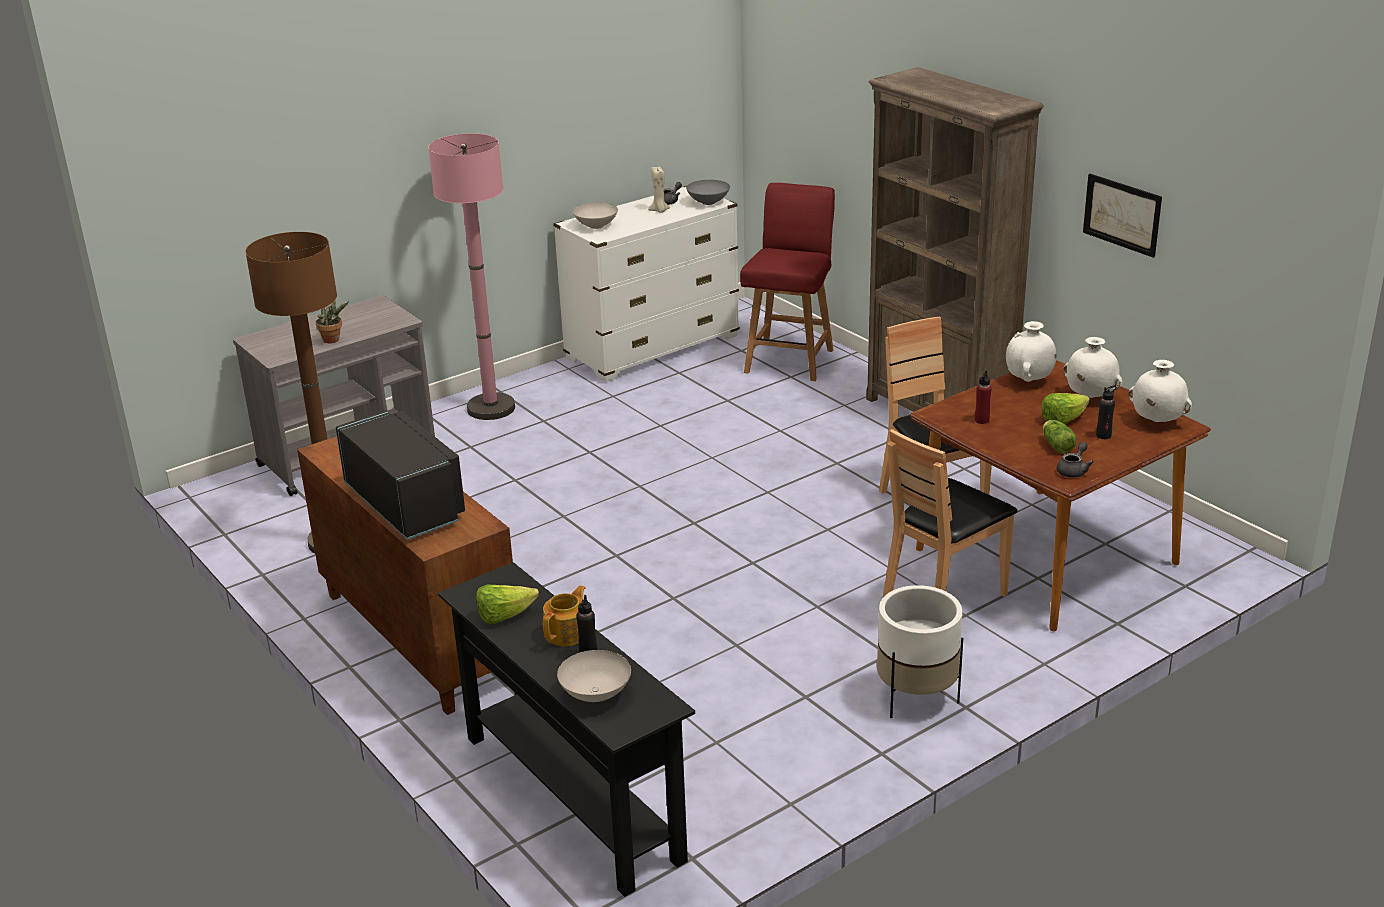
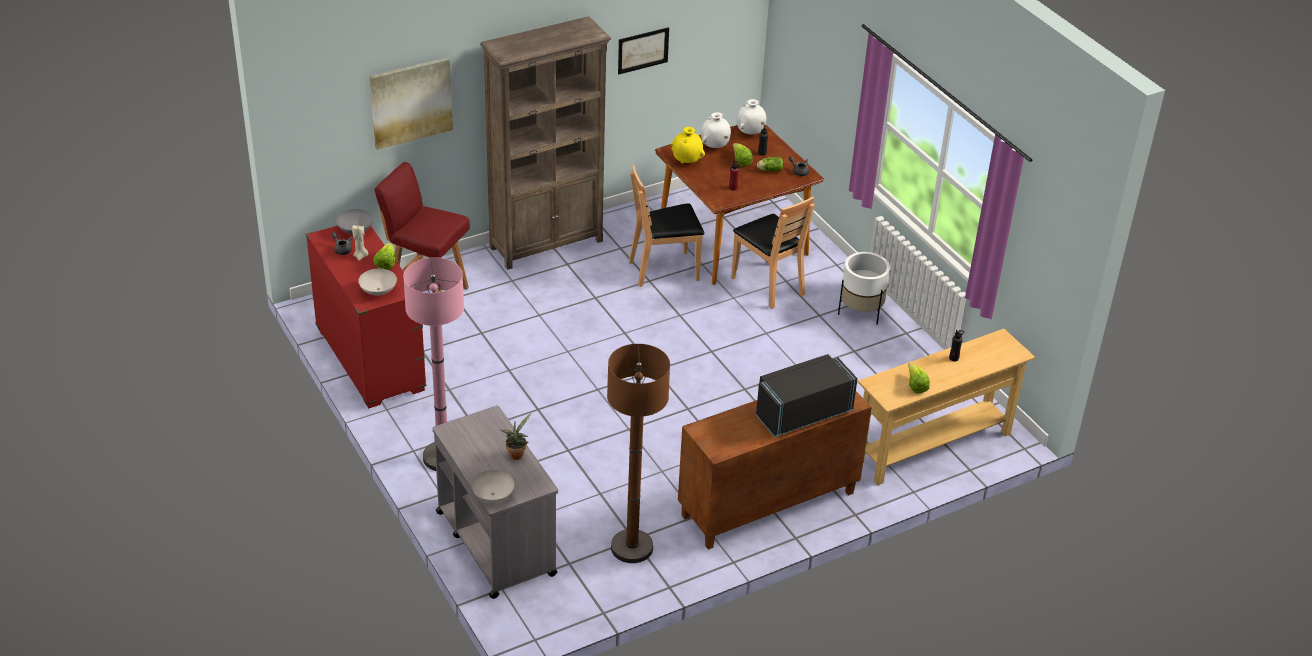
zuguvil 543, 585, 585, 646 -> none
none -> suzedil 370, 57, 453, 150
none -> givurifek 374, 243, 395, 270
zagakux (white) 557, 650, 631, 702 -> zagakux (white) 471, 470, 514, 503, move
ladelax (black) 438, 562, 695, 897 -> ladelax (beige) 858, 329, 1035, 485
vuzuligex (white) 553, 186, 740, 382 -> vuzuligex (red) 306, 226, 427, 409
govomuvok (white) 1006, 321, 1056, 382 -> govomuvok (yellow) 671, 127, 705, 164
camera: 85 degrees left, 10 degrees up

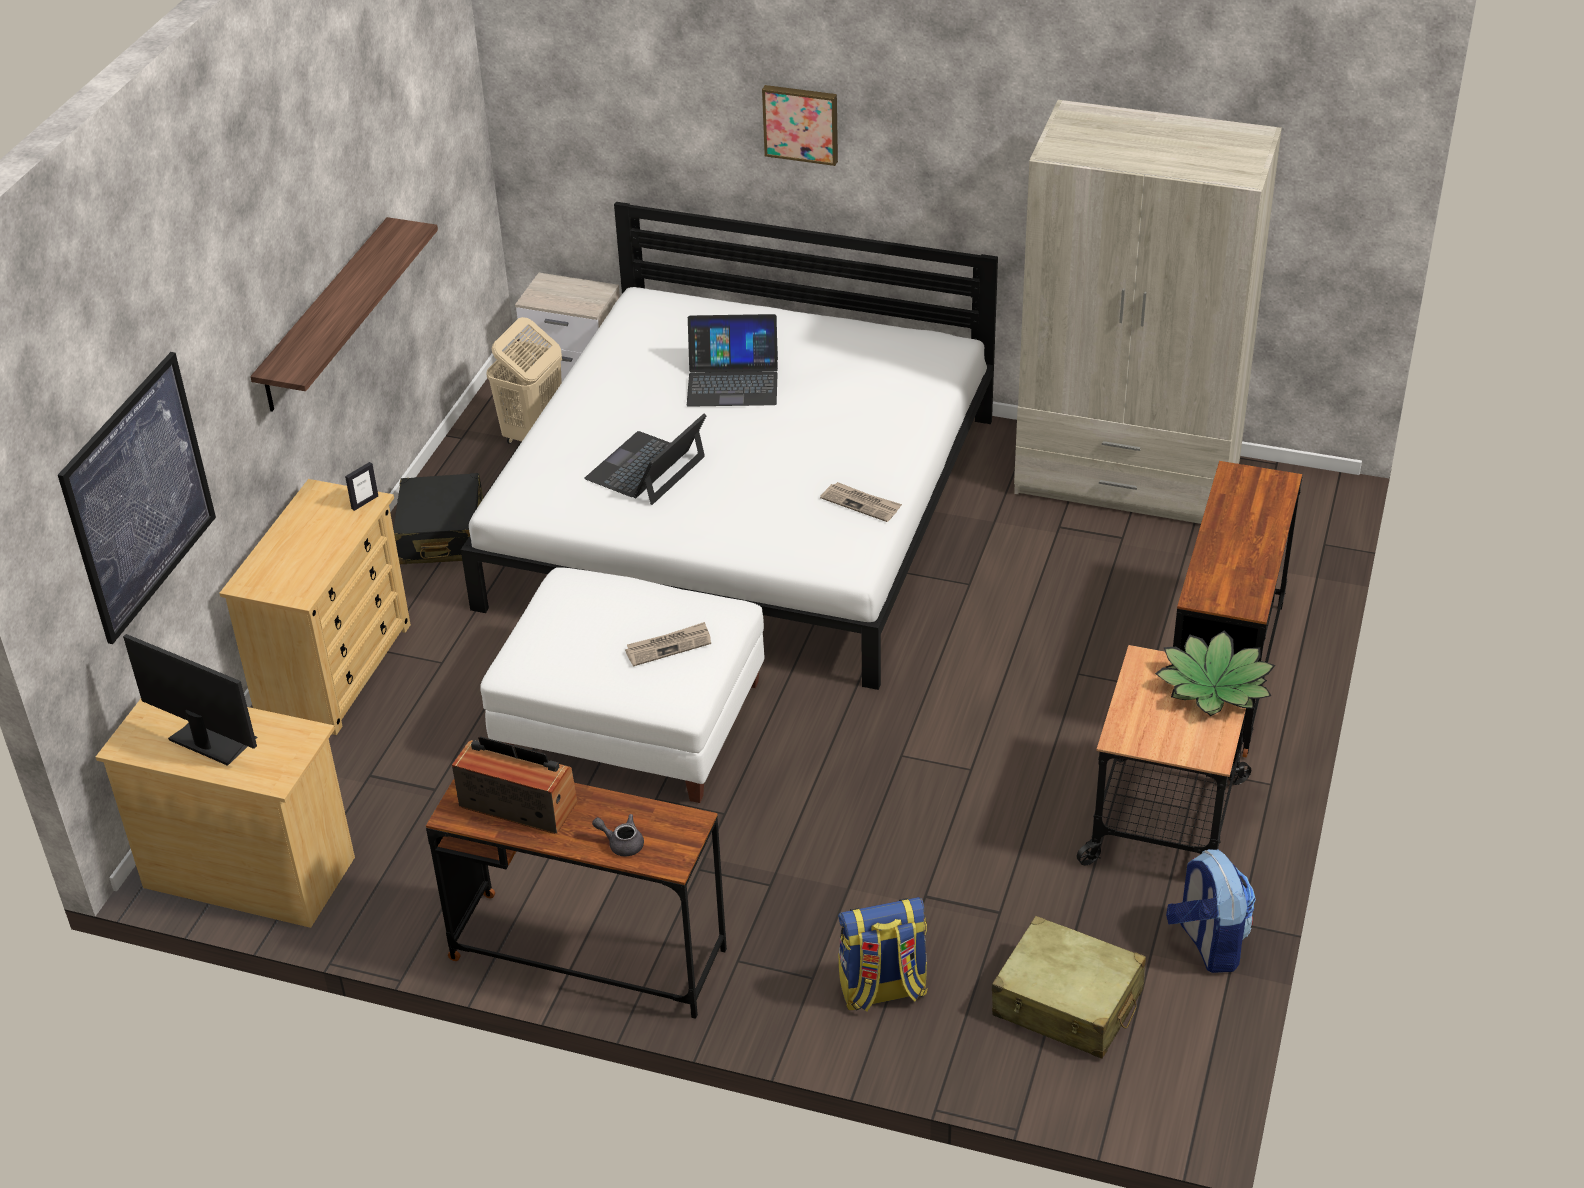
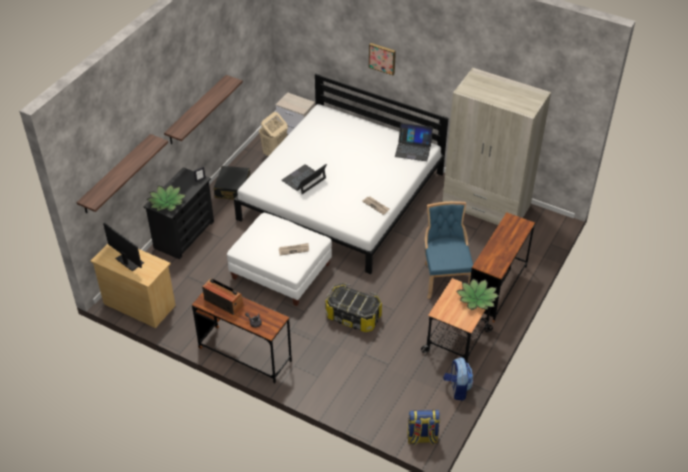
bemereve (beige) 992, 916, 1146, 1059 -> none
none -> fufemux 147, 184, 187, 212
none -> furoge 325, 283, 382, 332
none -> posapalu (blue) 425, 201, 473, 299
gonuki 687, 314, 778, 407 -> gonuki 395, 123, 433, 161, move
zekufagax 838, 897, 928, 1012 -> zekufagax 407, 410, 440, 446, move
suzedil 58, 352, 216, 644 -> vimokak 76, 134, 168, 214
vuzuligex (beige) 219, 479, 411, 735 -> vuzuligex (black) 144, 167, 214, 260
camera: 10 degrees right, 5 degrees up

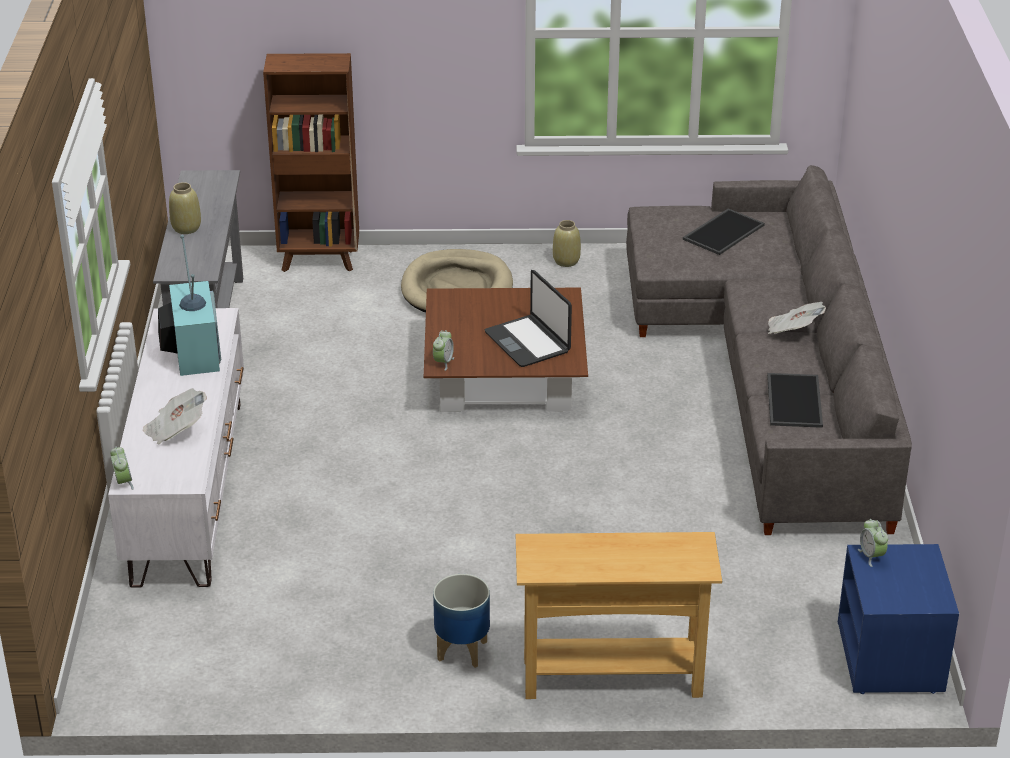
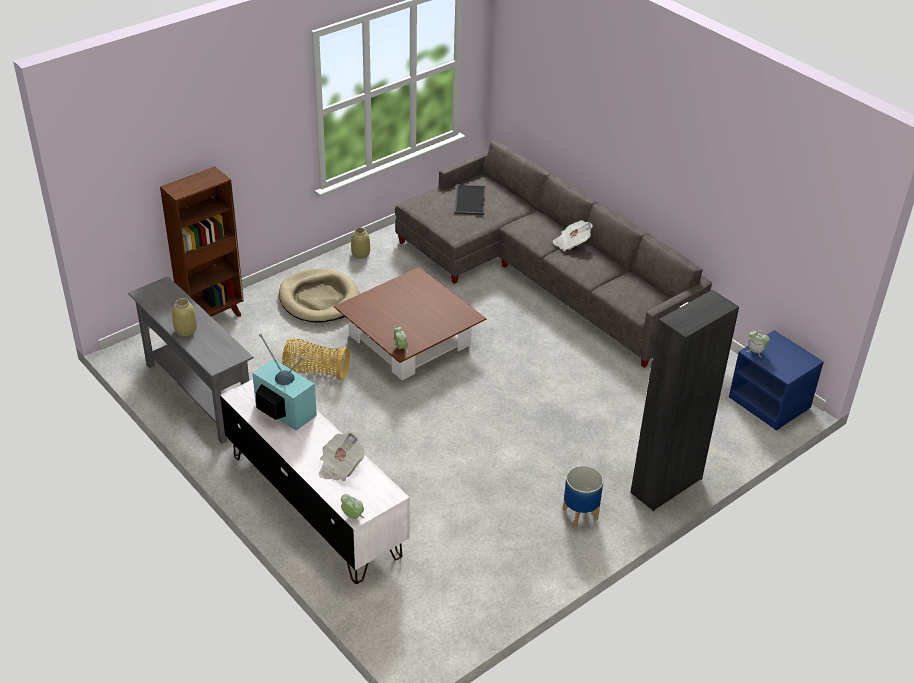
gonuki 485, 270, 572, 367 -> none
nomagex 767, 373, 823, 428 -> none
none -> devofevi 282, 339, 350, 381
ladelax (beige) 516, 532, 722, 699 -> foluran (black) 630, 290, 739, 511
camera: 40 degrees left, 5 degrees up

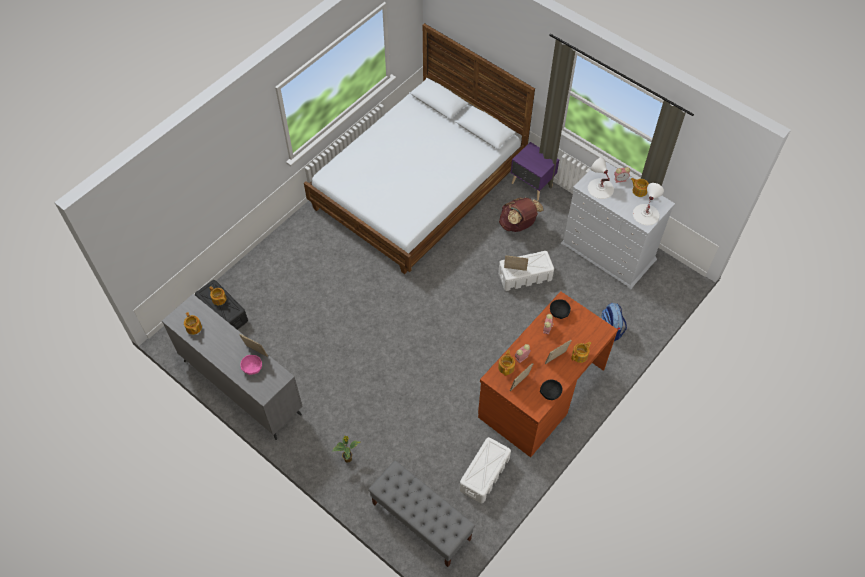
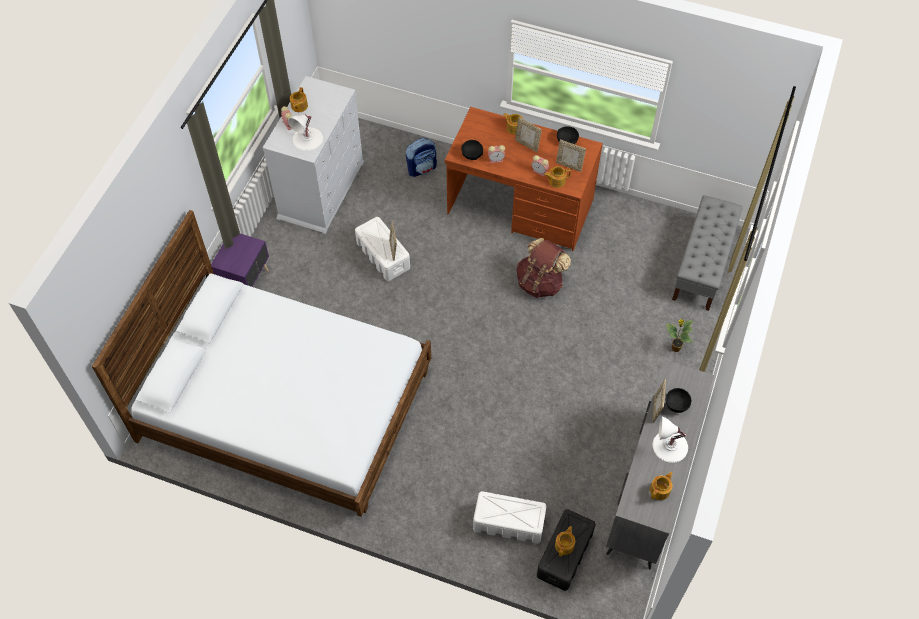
furoge (white) 459, 437, 511, 503 -> furoge (white) 473, 491, 547, 544, move
zekufagax (brown) 499, 197, 543, 232 -> zekufagax (brown) 516, 238, 571, 298, move
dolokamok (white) 633, 183, 664, 225 -> dolokamok (white) 653, 417, 688, 463, move
zagakux (pink) 240, 355, 262, 375 -> zagakux (black) 666, 388, 691, 413
camera: 110 degrees left, 0 degrees up

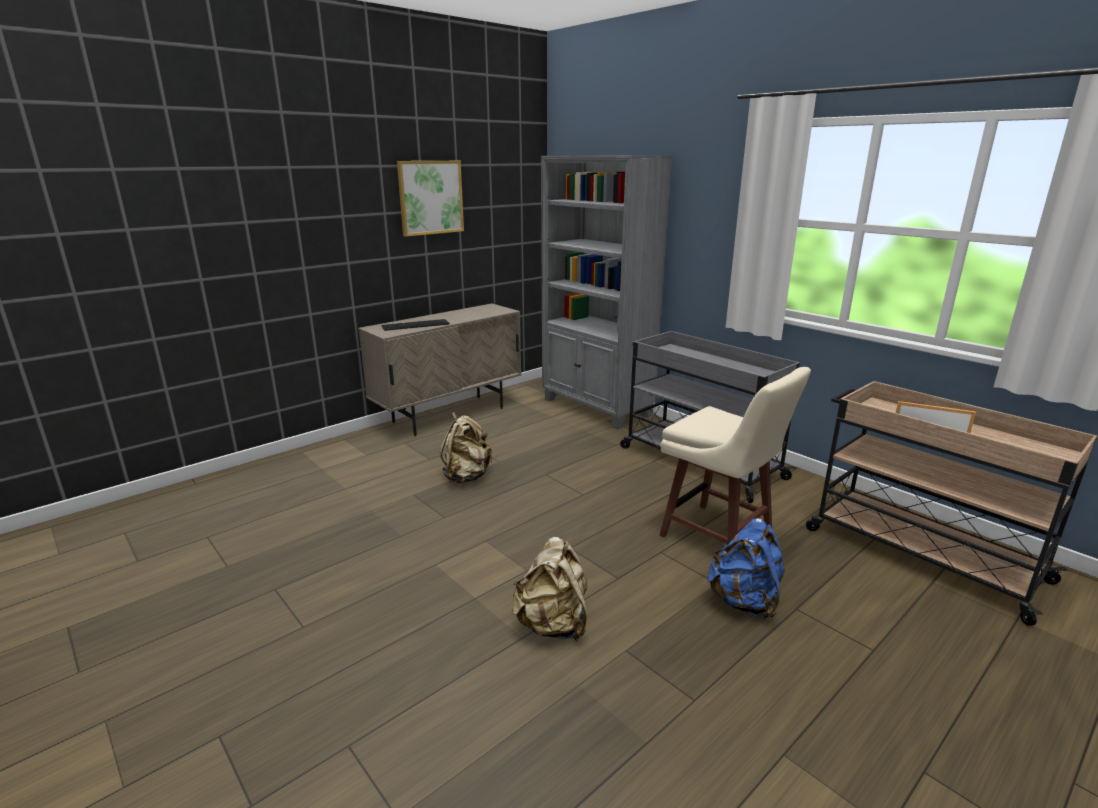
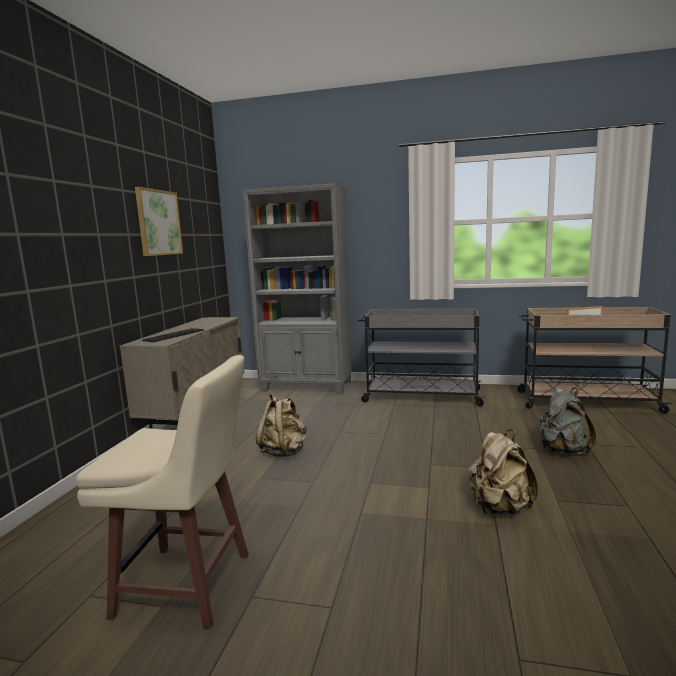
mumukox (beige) 660, 367, 811, 545 -> mumukox (beige) 76, 355, 249, 629, move
zekufagax (blue) 707, 518, 784, 620 -> zekufagax (grey) 539, 387, 596, 454
camera: 35 degrees left, 10 degrees down

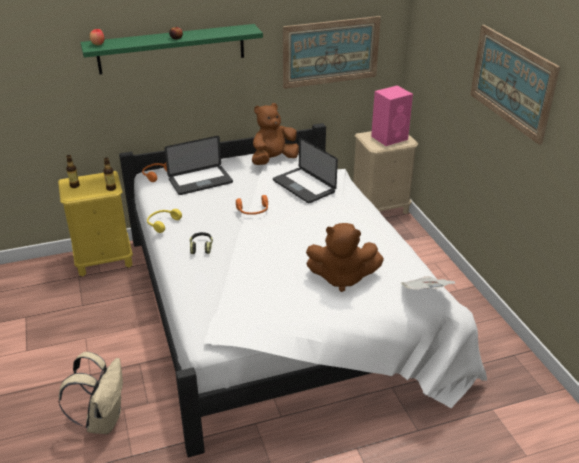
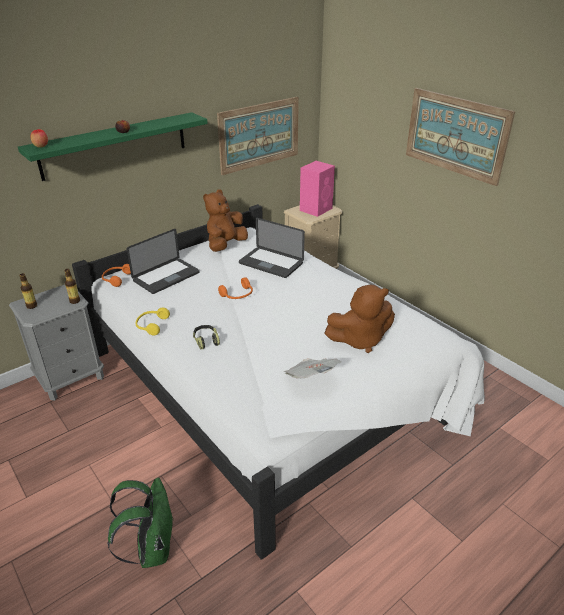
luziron 401, 276, 455, 290 -> luziron 284, 358, 342, 378, move
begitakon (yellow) 58, 171, 133, 276 -> begitakon (grey) 9, 285, 104, 400
zekufagax (beige) 59, 352, 123, 434 -> zekufagax (green) 107, 478, 174, 568
camera: 20 degrees left, 0 degrees up

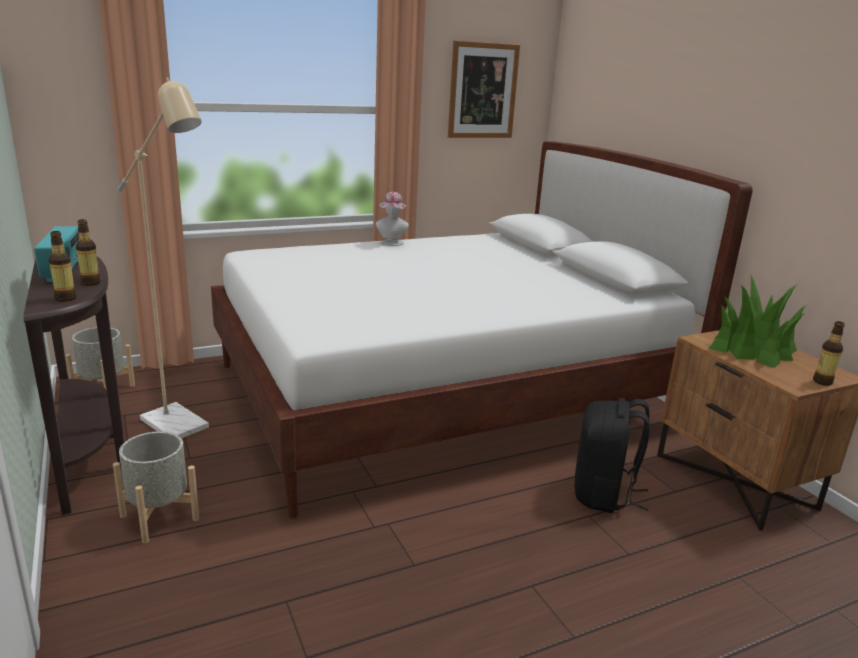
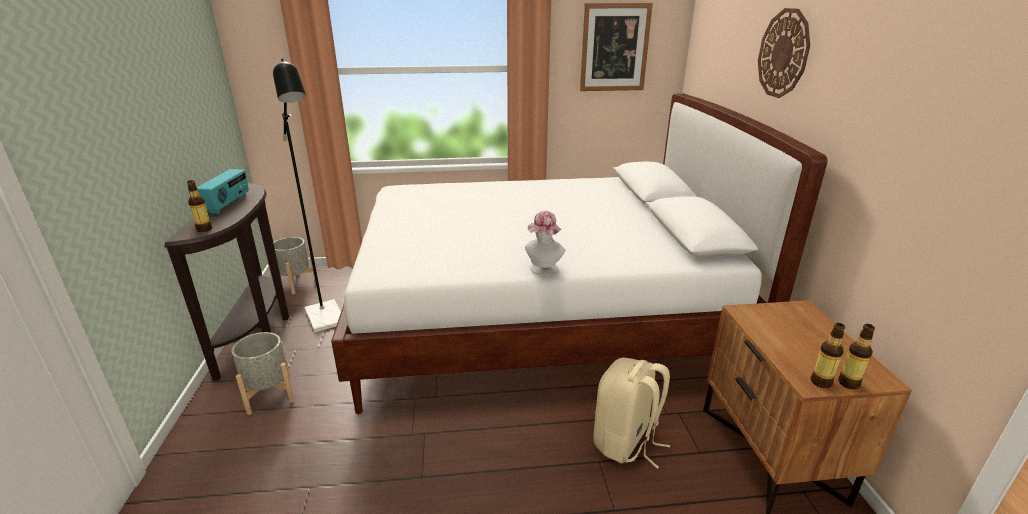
fufemux 709, 275, 806, 368 -> none
none -> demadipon 758, 8, 810, 98
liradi 76, 219, 101, 286 -> liradi 811, 323, 845, 388, move
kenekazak 376, 192, 409, 246 -> kenekazak 525, 211, 565, 276, move
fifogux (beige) 118, 77, 209, 438 -> fifogux (black) 273, 58, 341, 332
zekufagax (black) 574, 398, 650, 513 -> zekufagax (beige) 594, 357, 670, 469
camera: 20 degrees right, 5 degrees up

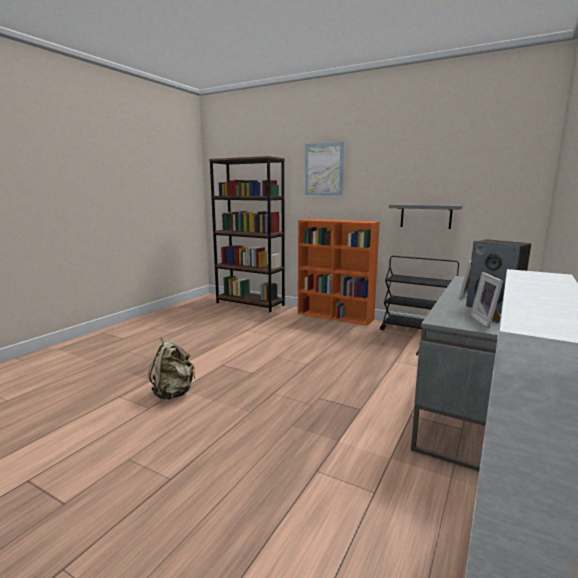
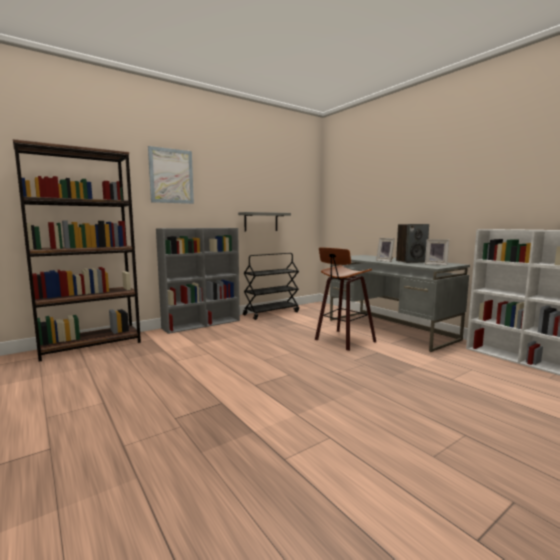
zekufagax (beige) 148, 338, 195, 400 -> none
none -> mumukox 315, 248, 376, 351
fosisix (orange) 298, 219, 380, 325 -> fosisix (grey) 156, 228, 240, 334
camera: 65 degrees left, 5 degrees down

